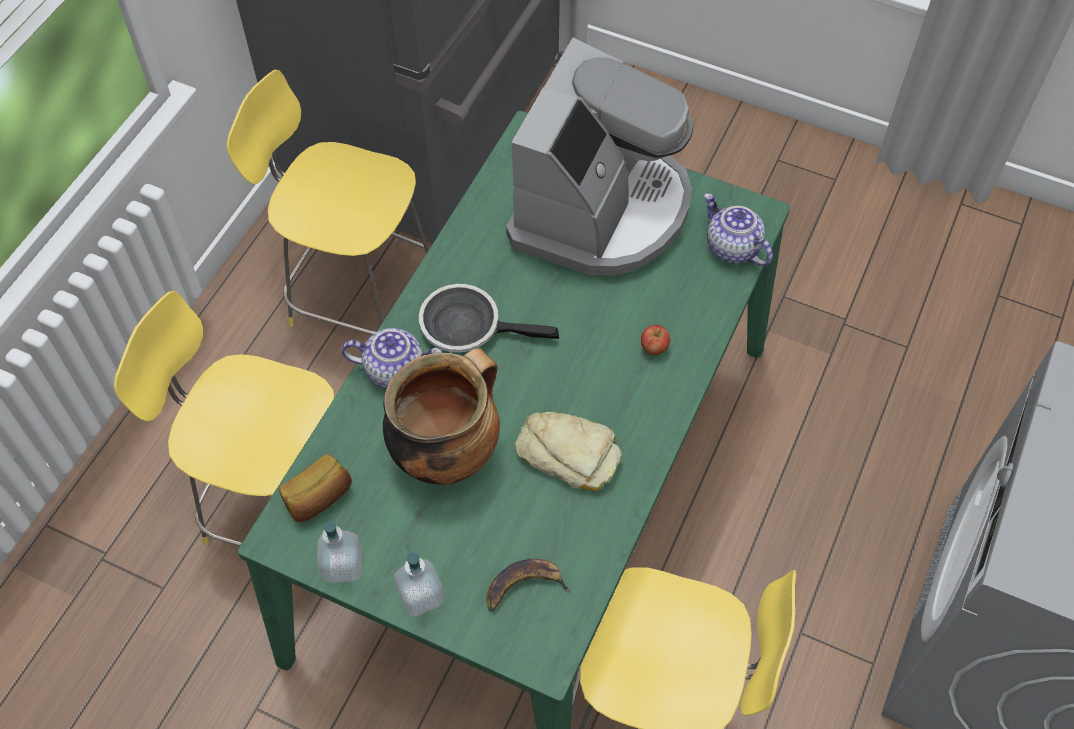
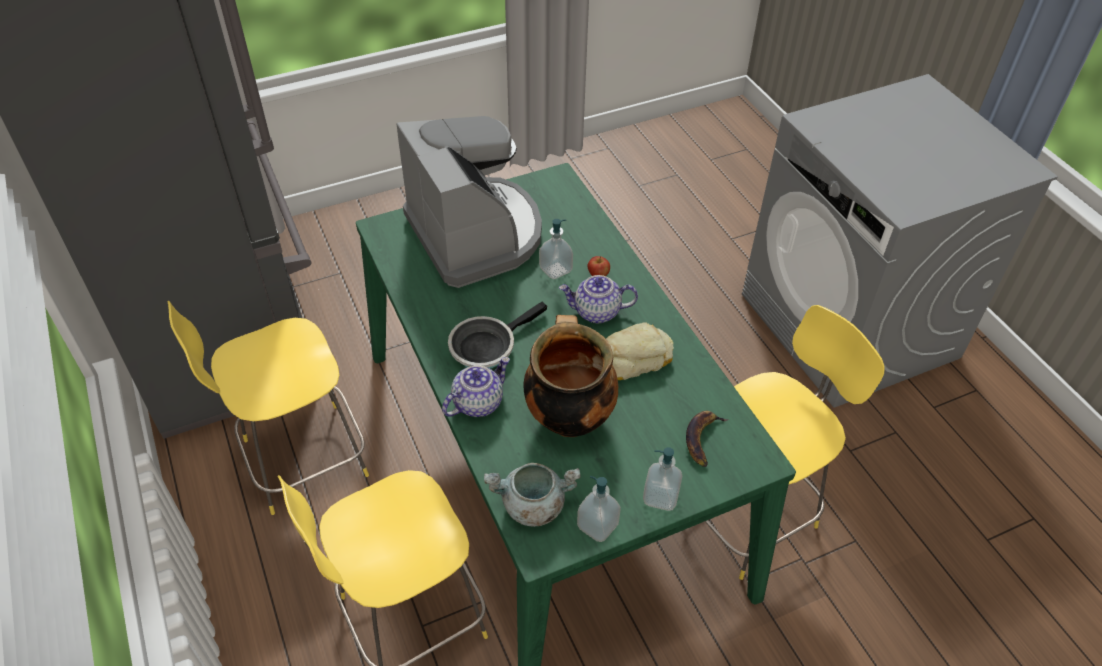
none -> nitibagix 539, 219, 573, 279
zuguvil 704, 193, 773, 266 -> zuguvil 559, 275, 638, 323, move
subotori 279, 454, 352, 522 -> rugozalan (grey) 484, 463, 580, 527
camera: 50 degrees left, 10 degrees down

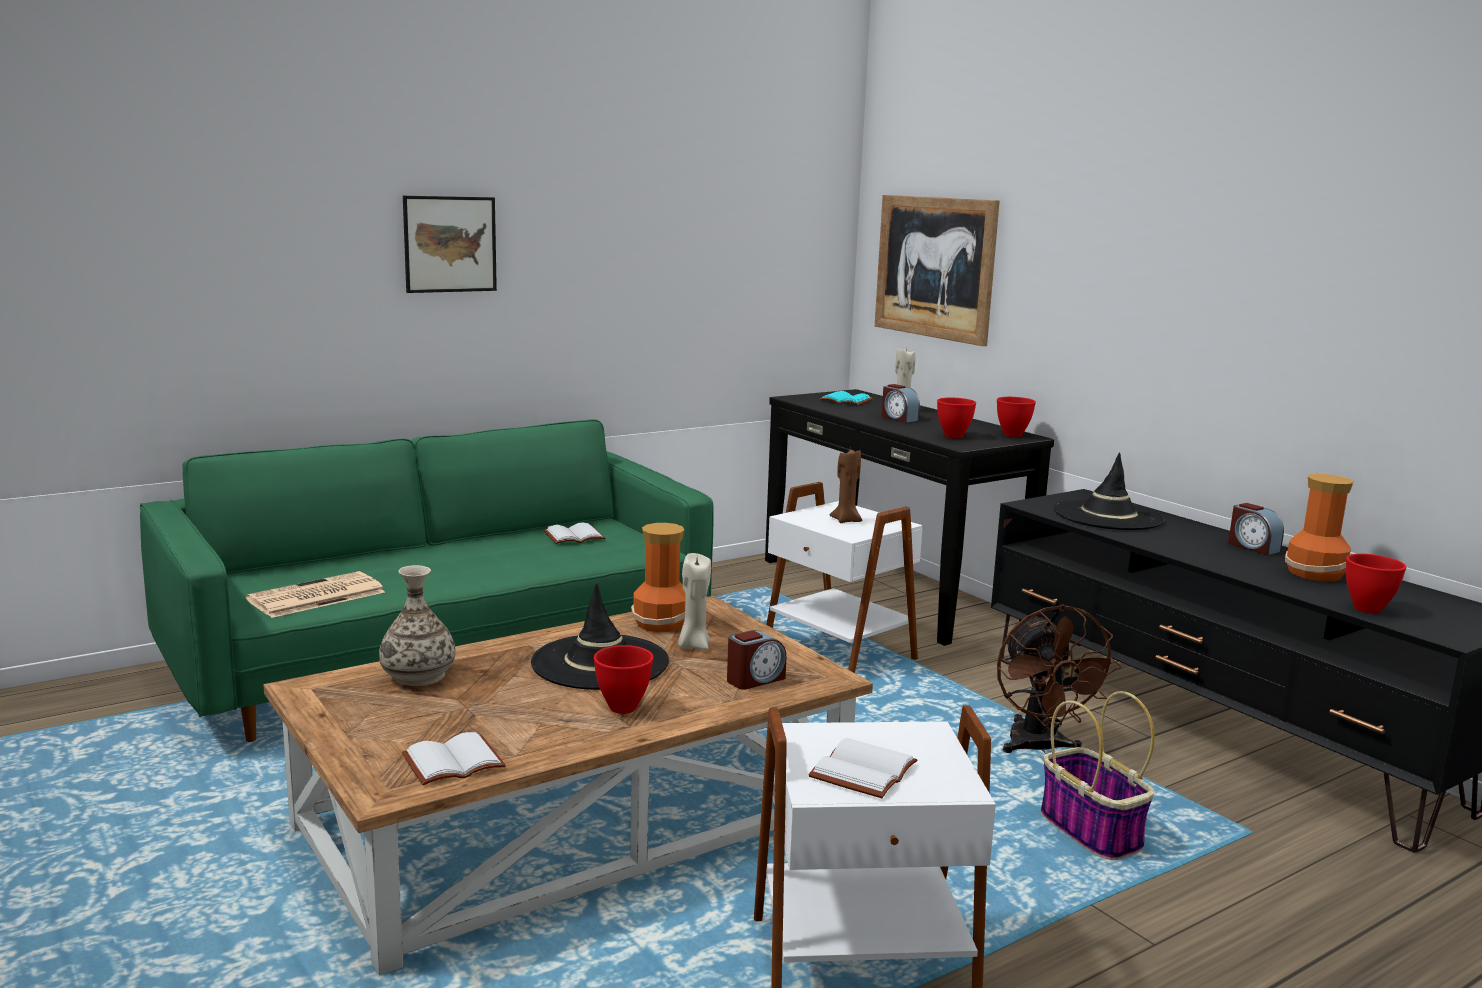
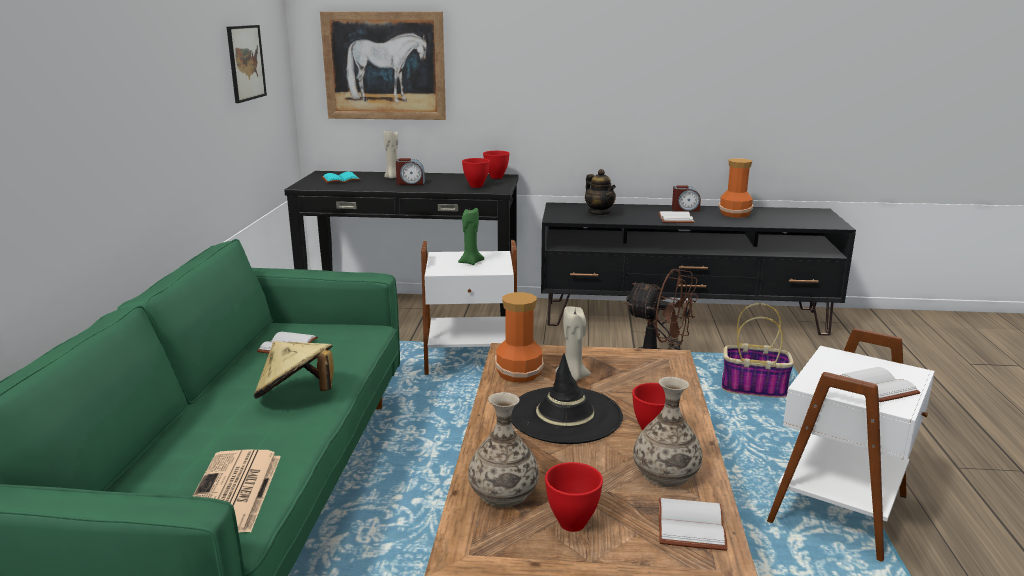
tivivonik 727, 630, 786, 689 -> none
none -> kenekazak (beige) 254, 341, 334, 399
none -> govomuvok 633, 377, 702, 487
none -> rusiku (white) 658, 211, 694, 223
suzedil 403, 196, 497, 293 -> suzedil 227, 25, 267, 103, move
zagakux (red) 1346, 554, 1406, 614 -> zagakux (red) 545, 462, 603, 532, move
kenekazak (black) 1053, 452, 1165, 530 -> zuguvil 585, 169, 616, 215
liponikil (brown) 830, 450, 862, 523 -> liponikil (green) 458, 208, 484, 265
camera: 50 degrees left, 5 degrees up

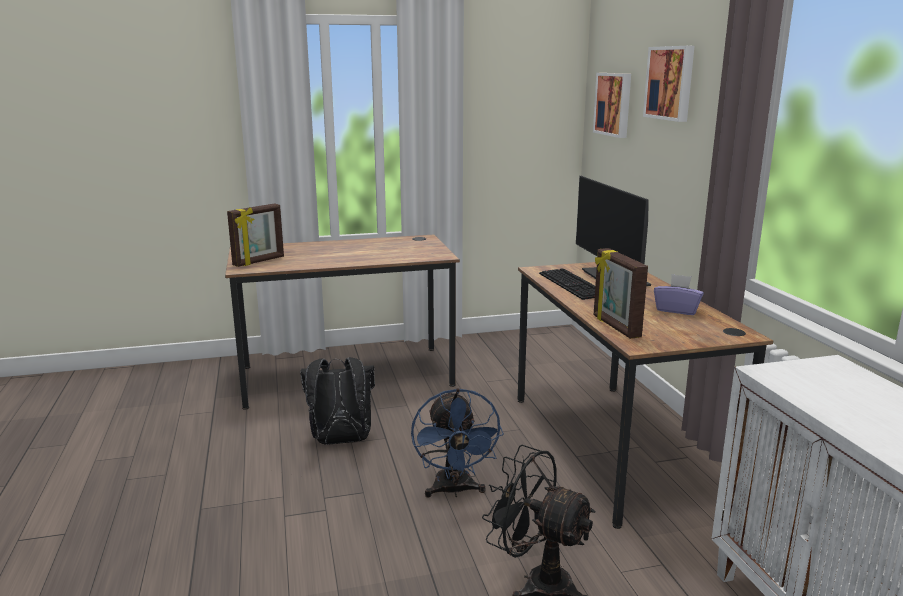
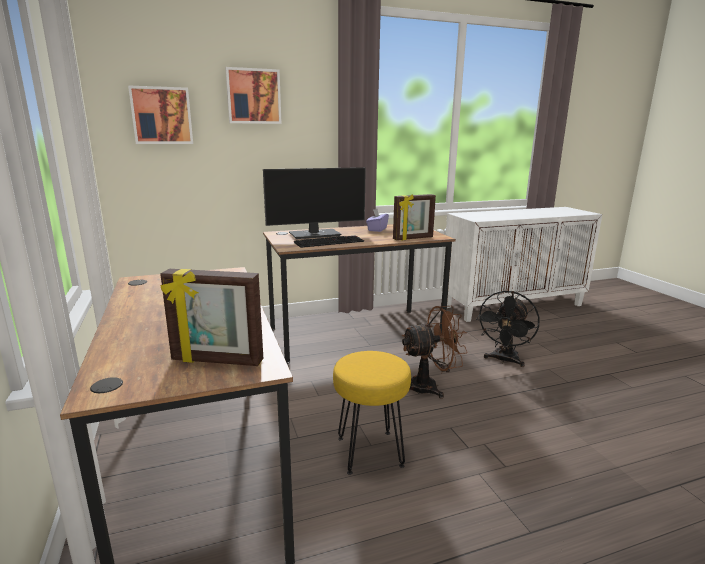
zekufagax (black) 300, 357, 375, 445 -> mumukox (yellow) 333, 351, 411, 475
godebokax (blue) 411, 388, 504, 498 -> godebokax (brown) 402, 306, 468, 399
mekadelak 227, 203, 284, 267 -> mekadelak 160, 269, 263, 366, 150 degrees clockwise
camera: 95 degrees left, 0 degrees up

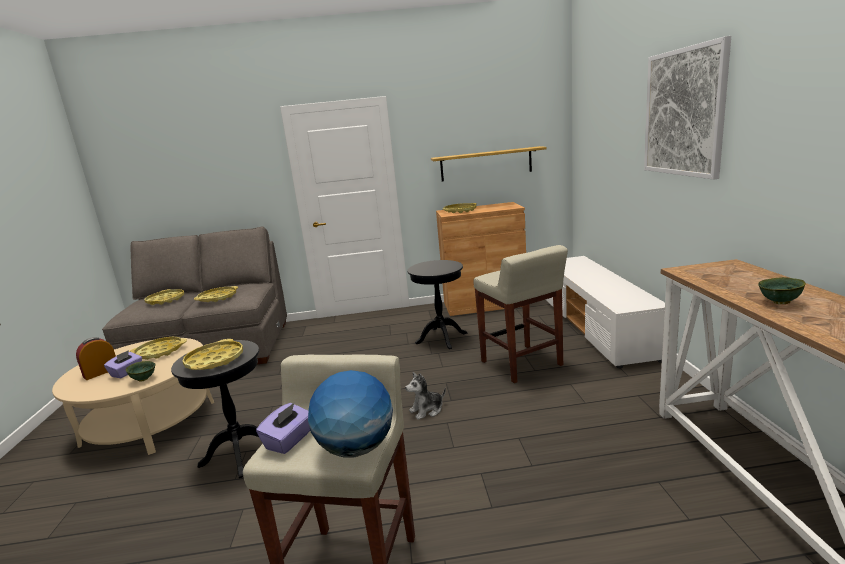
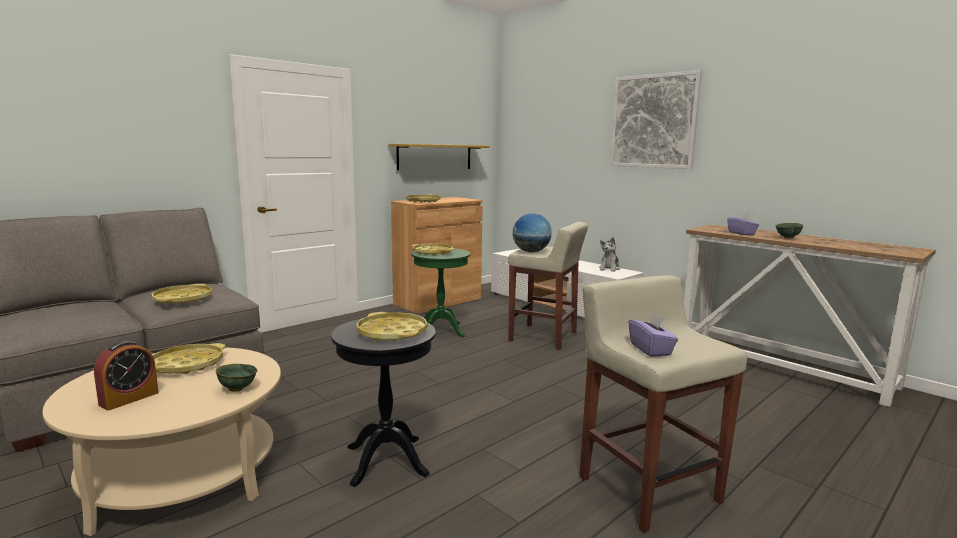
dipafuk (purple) 104, 350, 142, 378 -> dipafuk (purple) 727, 212, 759, 235, move
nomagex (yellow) 144, 289, 184, 305 -> nomagex (yellow) 412, 243, 455, 256, move
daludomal 308, 370, 393, 458 -> daludomal 513, 213, 551, 252, move
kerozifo 405, 372, 446, 420 -> kerozifo 599, 237, 620, 272, move
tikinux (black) 407, 260, 468, 349 -> tikinux (green) 411, 248, 470, 337
tivivonik 76, 337, 116, 380 -> tivivonik 94, 341, 159, 411, 150 degrees counterclockwise
camera: 40 degrees left, 5 degrees down

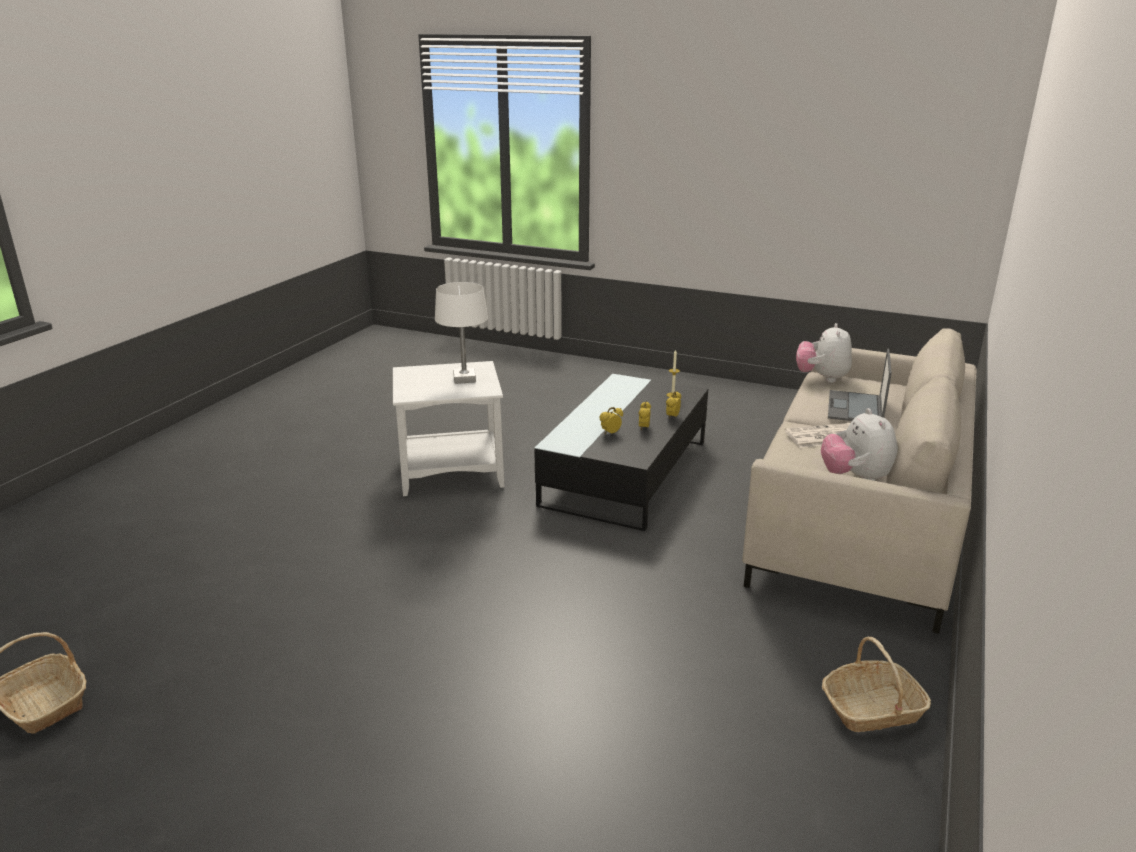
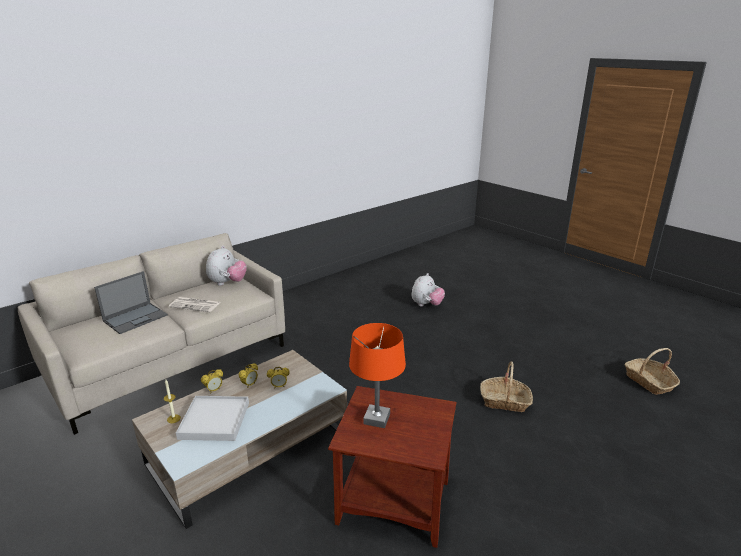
none -> nomagex (white) 176, 396, 249, 441
kerozifo 796, 323, 852, 383 -> kerozifo 411, 273, 445, 306, move
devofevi 822, 637, 931, 732 -> devofevi 480, 362, 533, 412, move
tikinux (white) 393, 361, 504, 496 -> tikinux (brown) 328, 386, 456, 548
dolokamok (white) 435, 282, 488, 384 -> dolokamok (orange) 349, 323, 406, 428
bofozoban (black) 534, 374, 708, 531 -> bofozoban (beige) 132, 350, 347, 529
camera: 155 degrees left, 0 degrees up

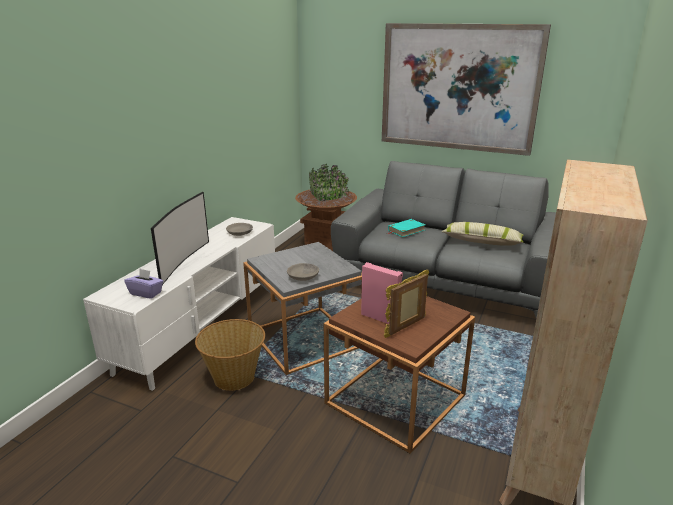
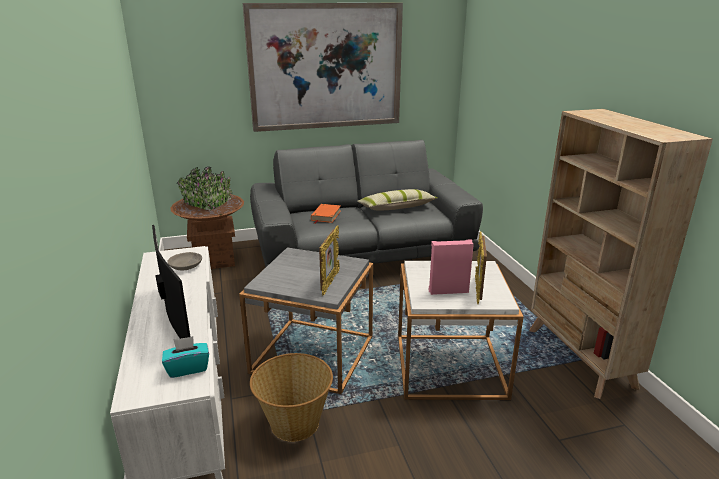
zagakux (grey) 287, 263, 319, 281 -> mekadelak 319, 225, 340, 296
dipafuk (purple) 124, 269, 163, 299 -> dipafuk (turquoise) 162, 336, 209, 378
tikinux (brown) 324, 296, 475, 454 -> tikinux (white) 398, 261, 524, 400
rusiku (turquoise) 387, 219, 425, 237 -> rusiku (orange) 311, 204, 341, 223
camera: 40 degrees left, 0 degrees up

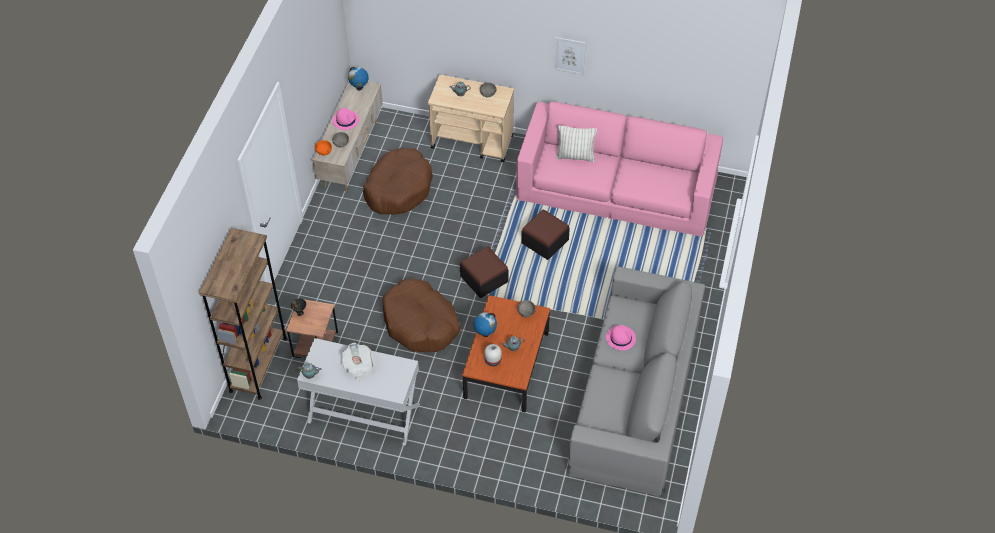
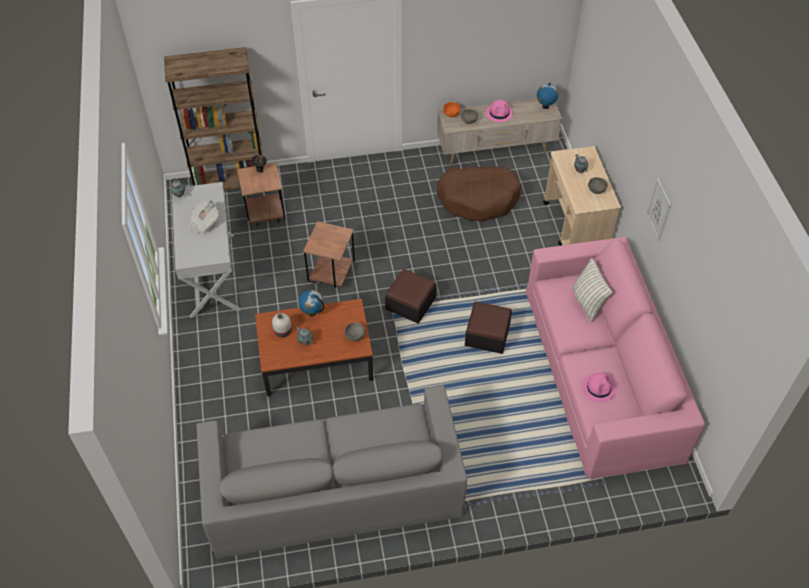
kenekazak (pink) 606, 325, 636, 350 -> kenekazak (pink) 582, 373, 616, 402, move
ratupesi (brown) 382, 279, 460, 352 -> tikinux (brown) 303, 221, 355, 288
camera: 65 degrees right, 0 degrees up

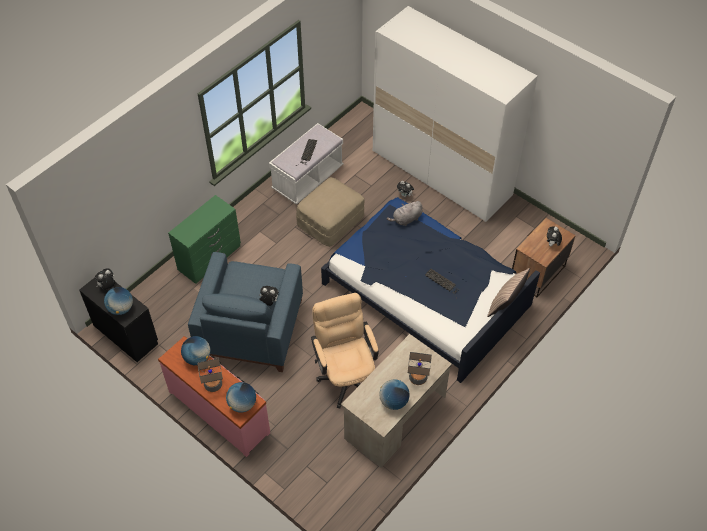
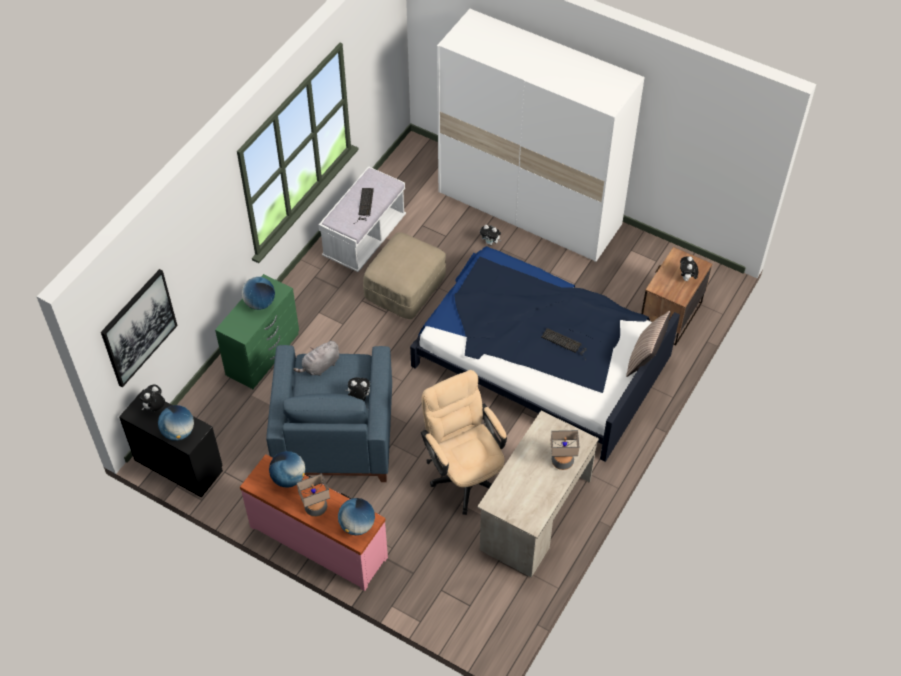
none -> suzedil 101, 269, 177, 387
daludomal 379, 379, 410, 410 -> daludomal 242, 277, 275, 310, move
kerozifo (grey) 387, 201, 422, 226 -> kerozifo (grey) 294, 340, 339, 376, move
camera: 10 degrees left, 0 degrees up

